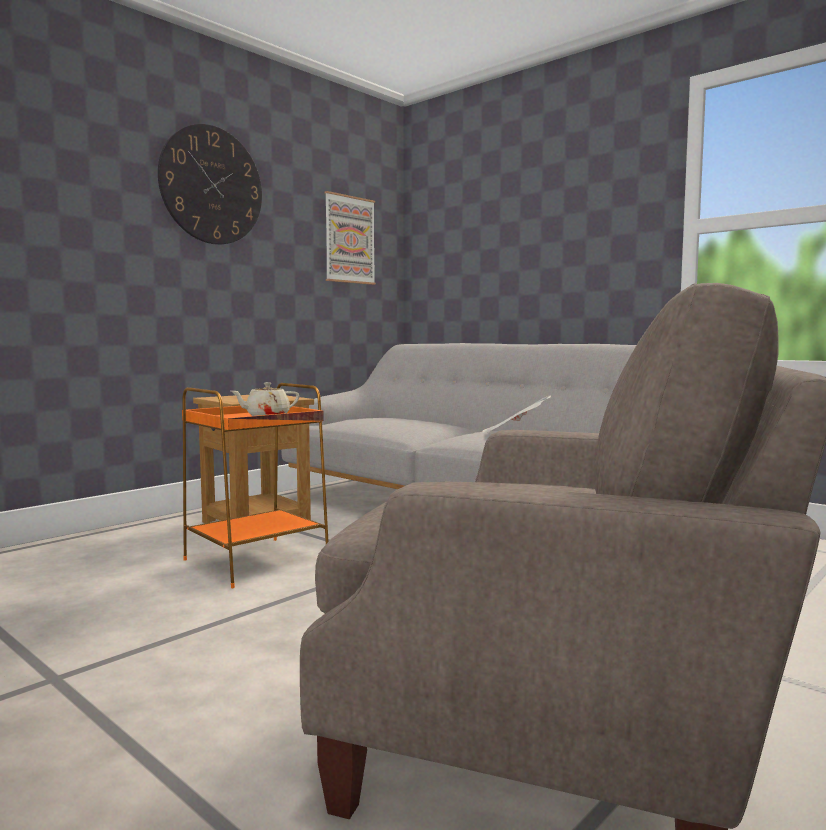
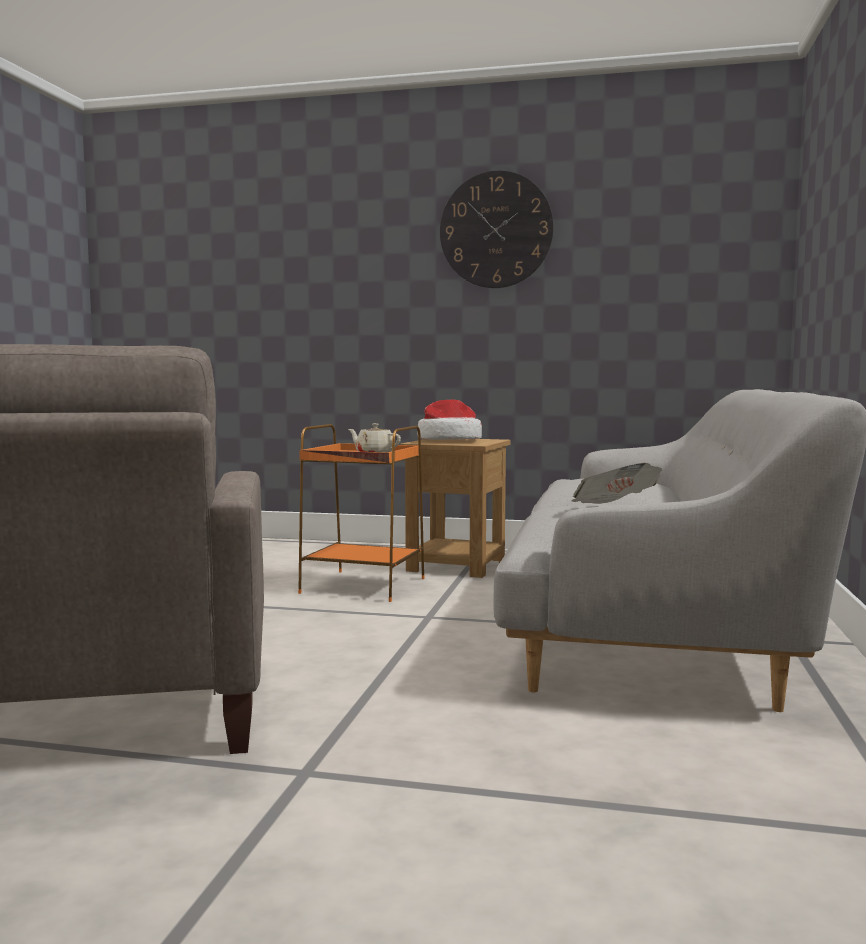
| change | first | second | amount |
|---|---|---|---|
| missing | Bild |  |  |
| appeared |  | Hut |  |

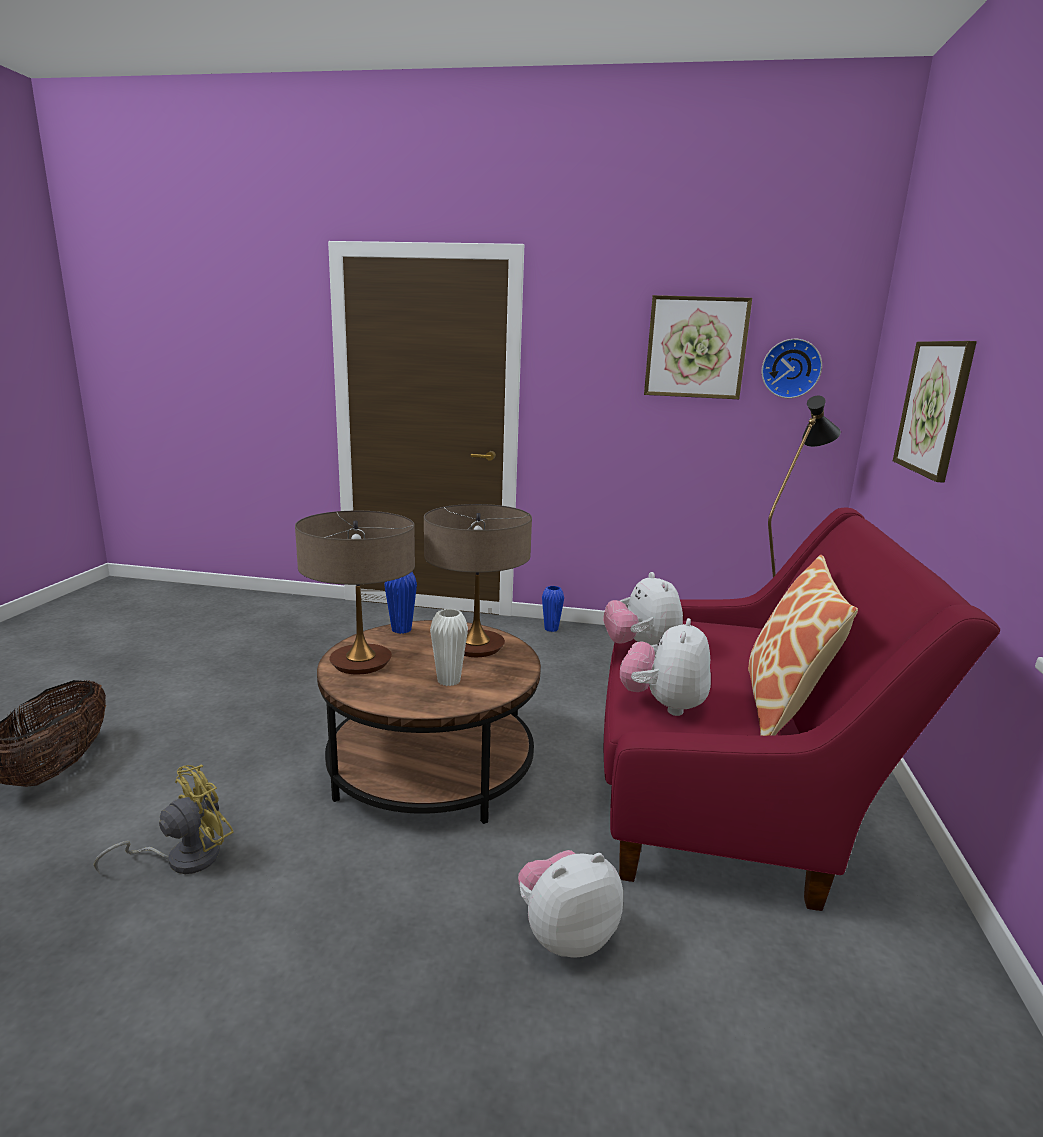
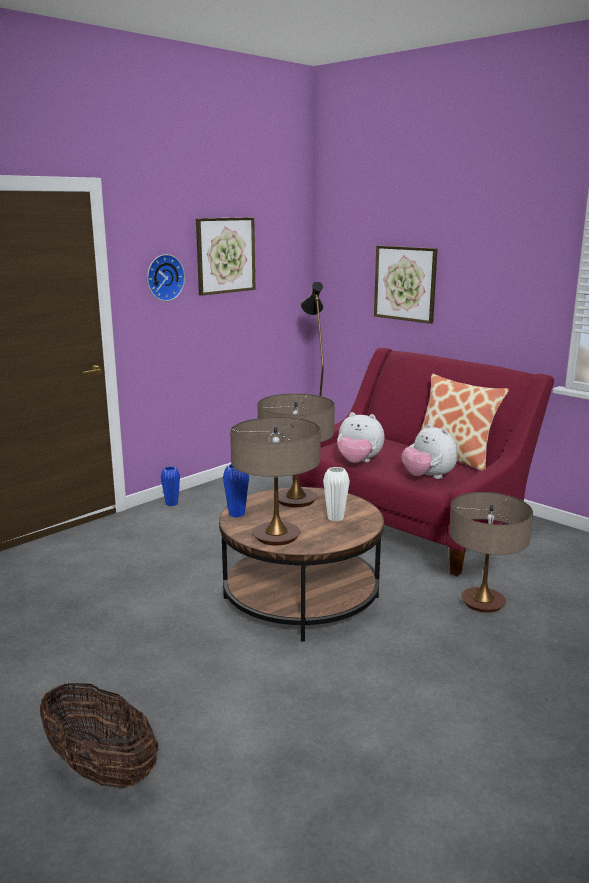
| change | first | second | amount |
|---|---|---|---|
| relocated | Wanduhr |  |  |
| missing | Ventilator [gelb] |  |  |
| exchanged | Plüschtier (no. 1 from left) | Tischlampe (no. 3 from left) |  |

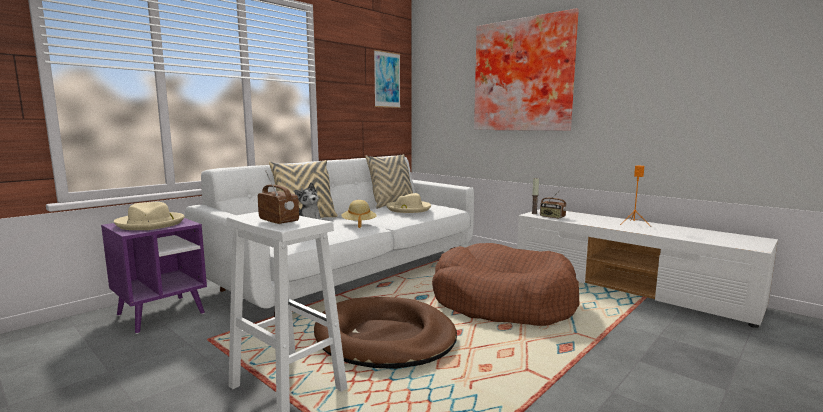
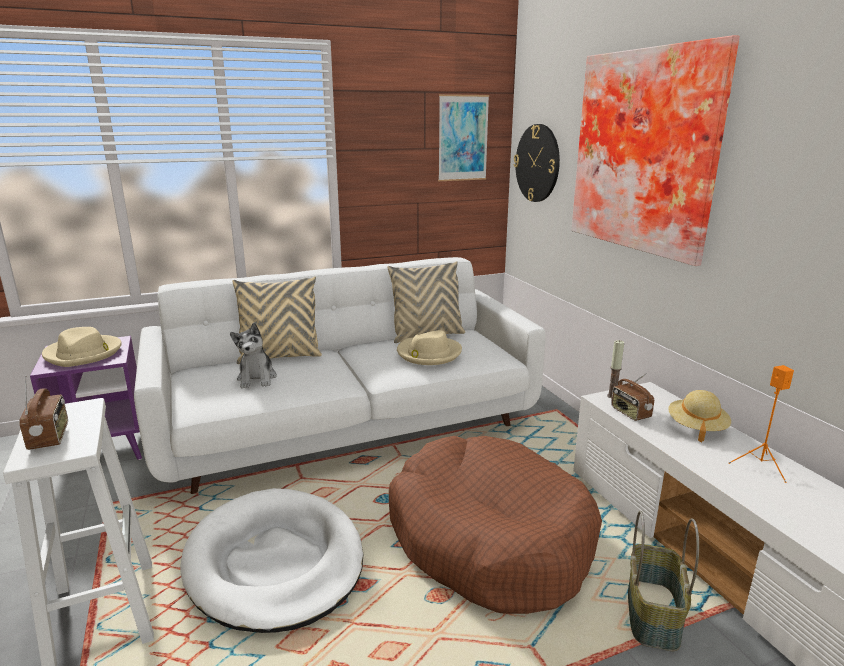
| change | first | second | amount |
|---|---|---|---|
| relocated | Hut [beige] (no. 2 from left in the first image) | Hut [beige] (no. 3 from left) |  |
| colour | Hundebett [braun] (no. 1 from left) | Hundebett [weiß] |  |
| appeared |  | Wanduhr |  |
| appeared |  | Korb |  |

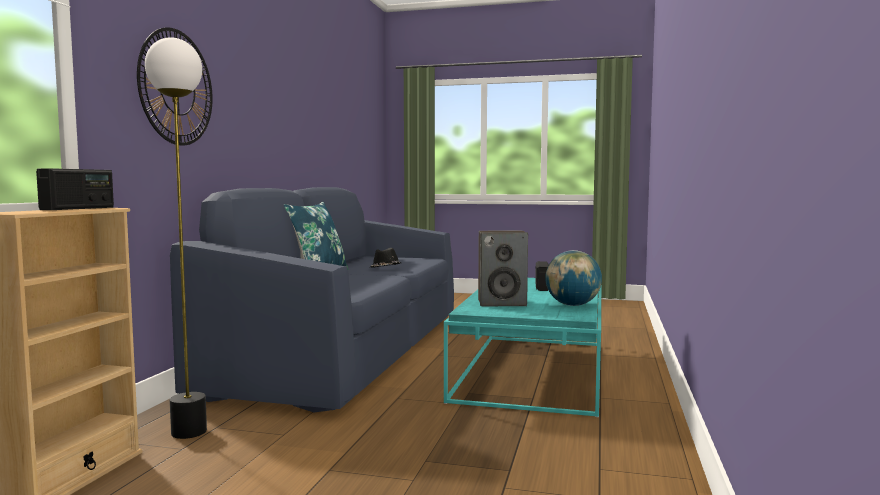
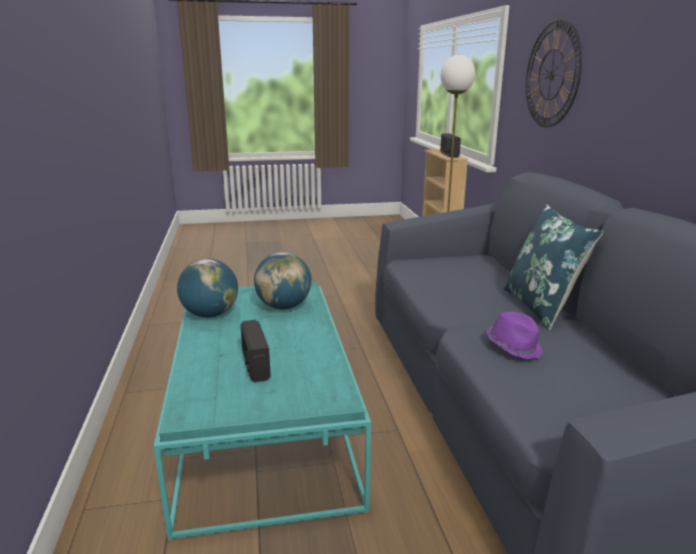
| change | first | second | amount |
|---|---|---|---|
| exchanged | Lautsprecher | Globus (no. 2 from left) |  |
| colour | Hut [schwarz] | Hut [lila] |  |

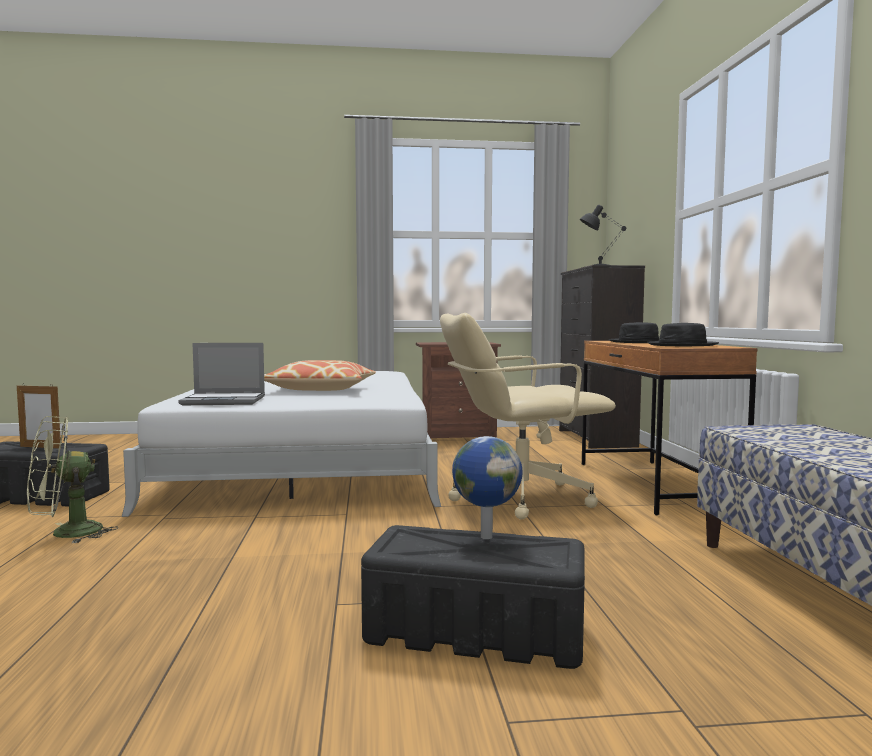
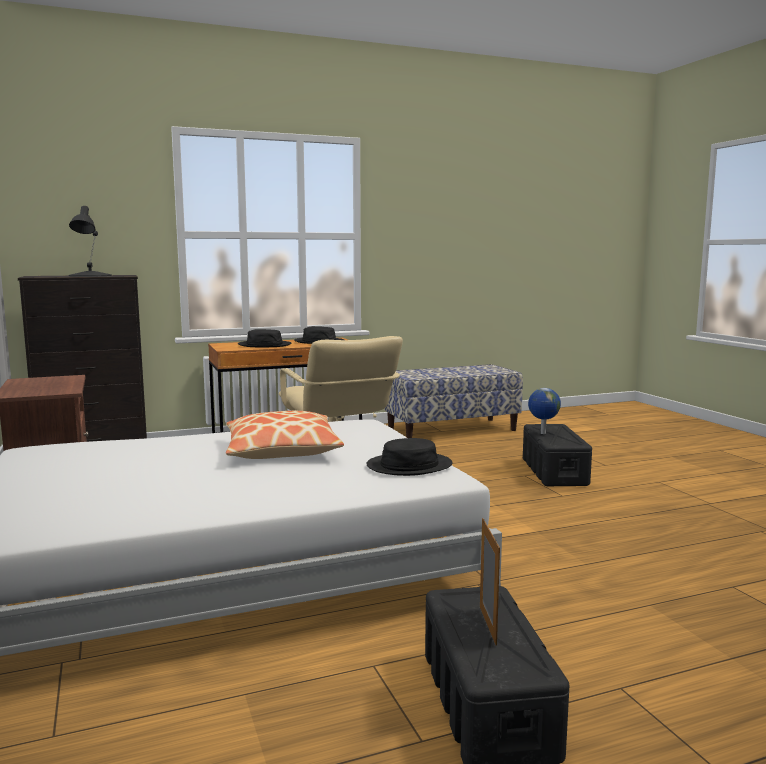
| change | first | second | amount |
|---|---|---|---|
| exchanged | Laptop | Hut [schwarz] (no. 3 from left) |  |
| missing | Ventilator [grün] |  |  |

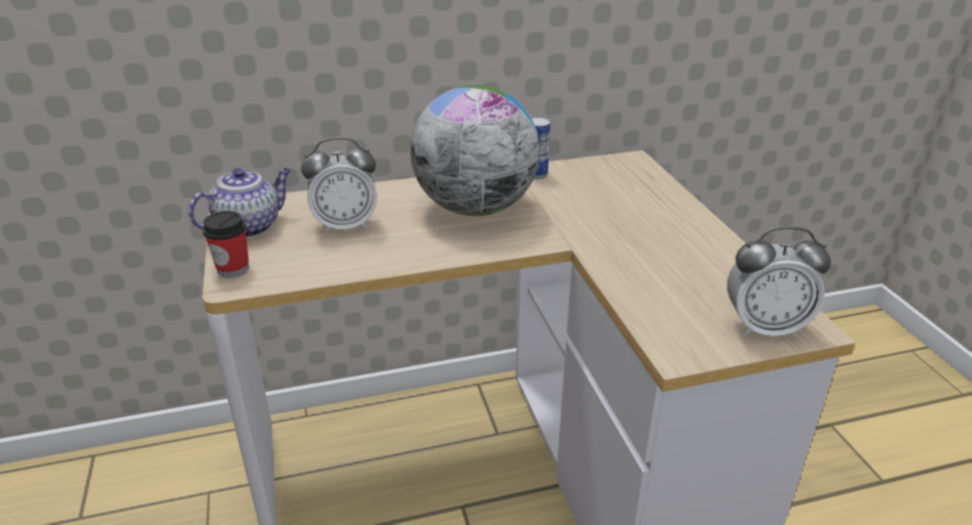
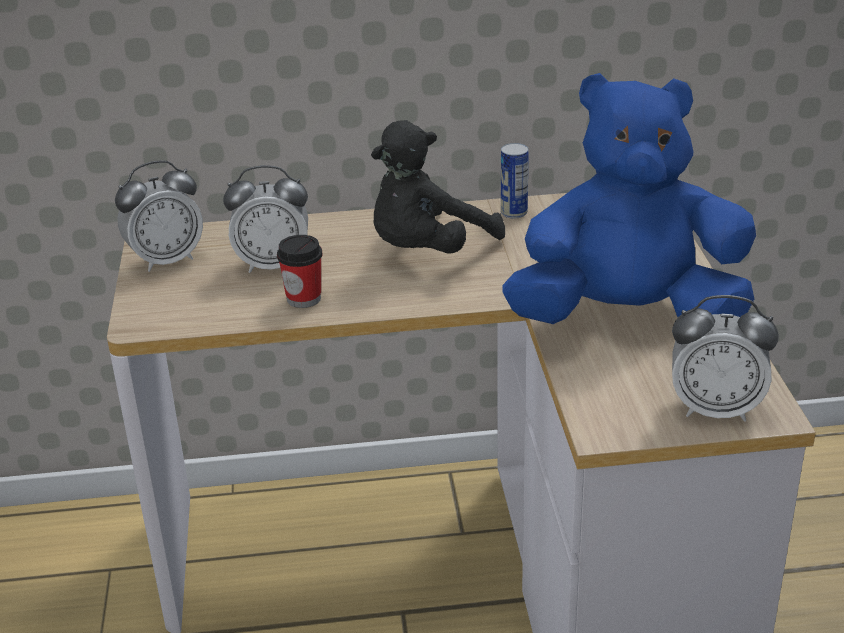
| change | first | second | amount |
|---|---|---|---|
| exchanged | Globus | Plüschtier [schwarz] |  |
| exchanged | Teekanne | Wecker (no. 1 from left) |  |
| relocated | Tasse |  |  |
| appeared |  | Plüschtier [blau] |  |

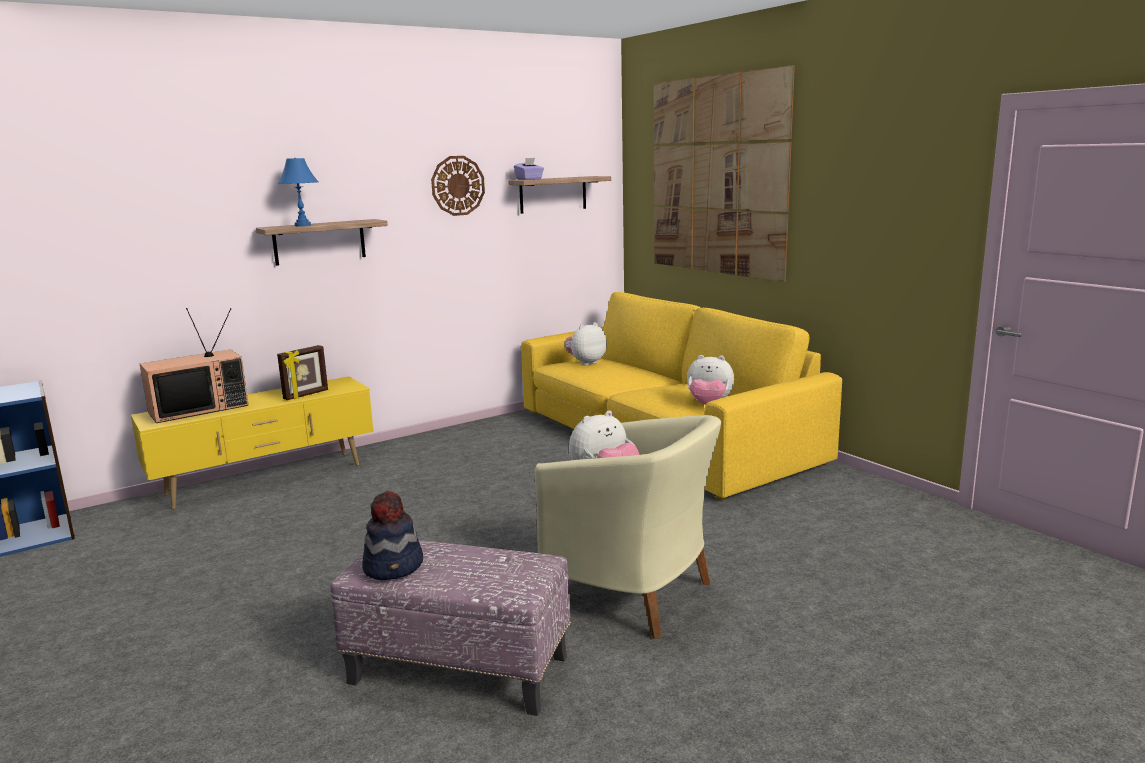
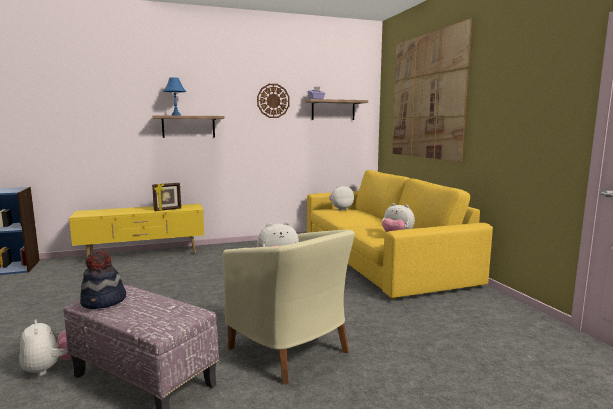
| change | first | second | amount |
|---|---|---|---|
| missing | Fernseher |  |  |
| appeared |  | Plüschtier (no. 1 from left) |  |

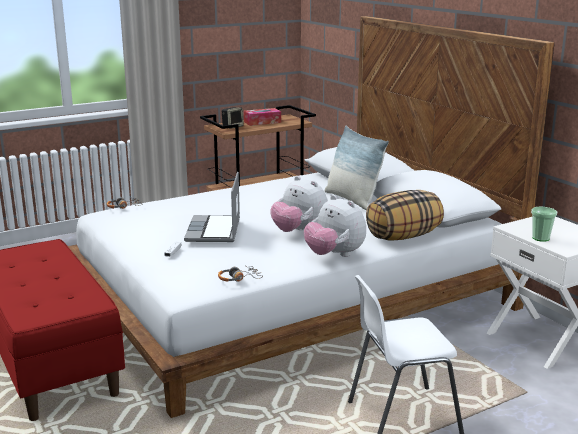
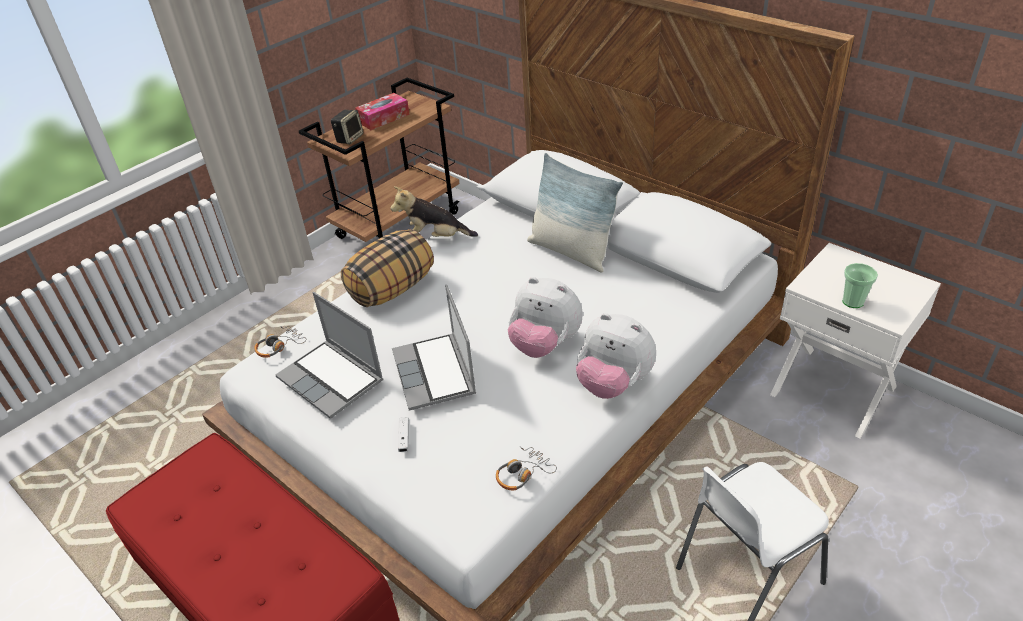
| change | first | second | amount |
|---|---|---|---|
| relocated | Kissen (no. 2 from left in the first image) | Kissen (no. 1 from left) |  |
| appeared |  | Plüschtier (no. 1 from left) |  |
| appeared |  | Laptop (no. 1 from left) |  |

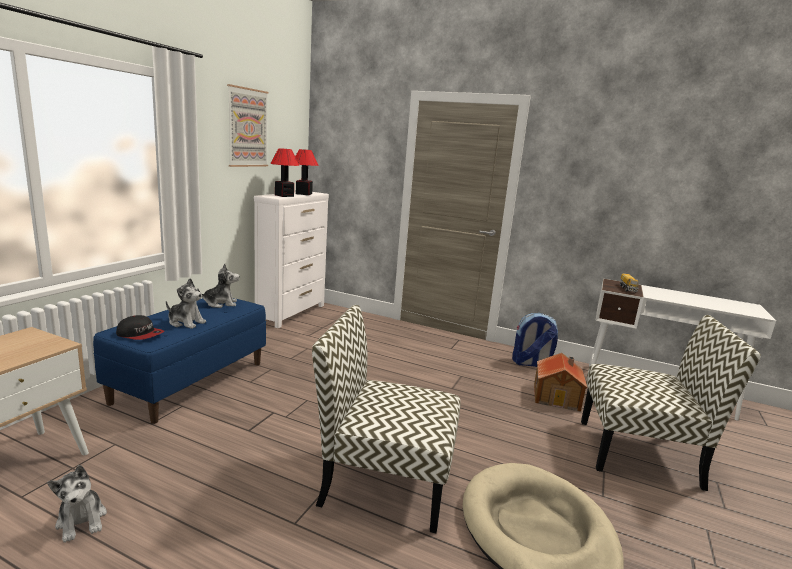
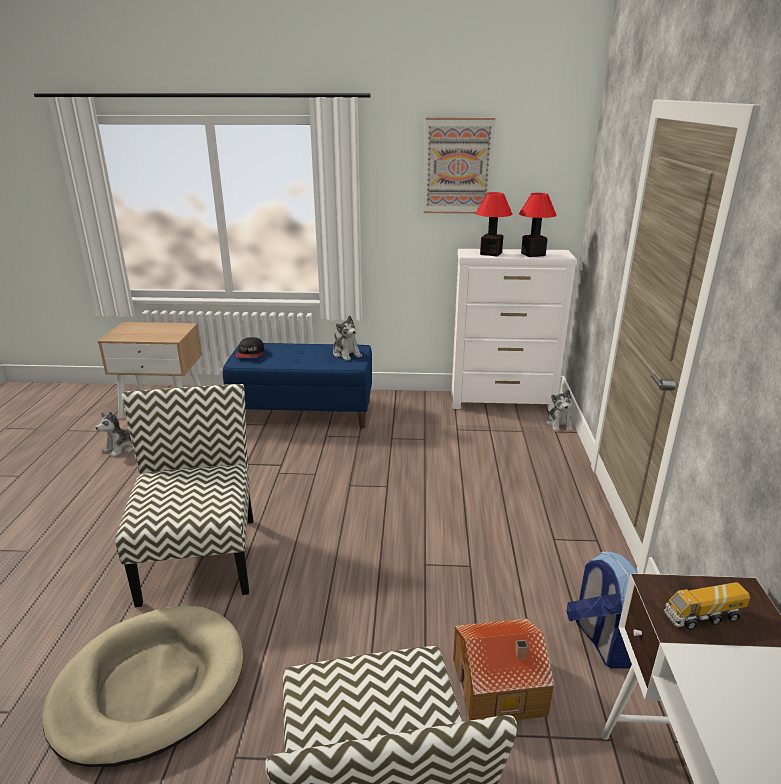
| change | first | second | amount |
|---|---|---|---|
| relocated | Plüschtier (no. 2 from left in the first image) | Plüschtier (no. 3 from left) |  |

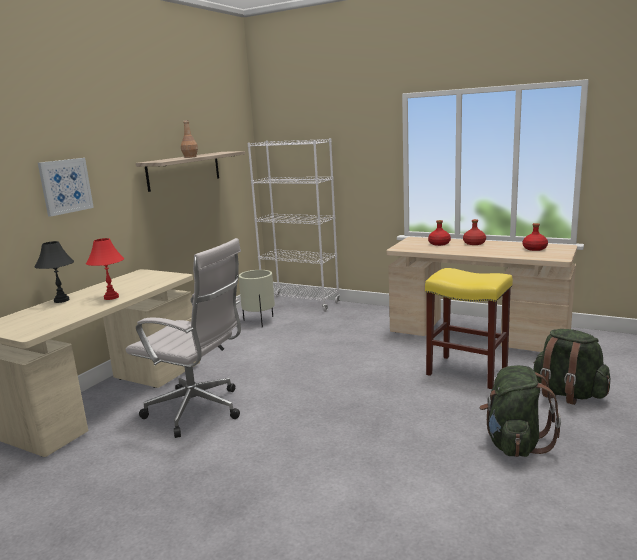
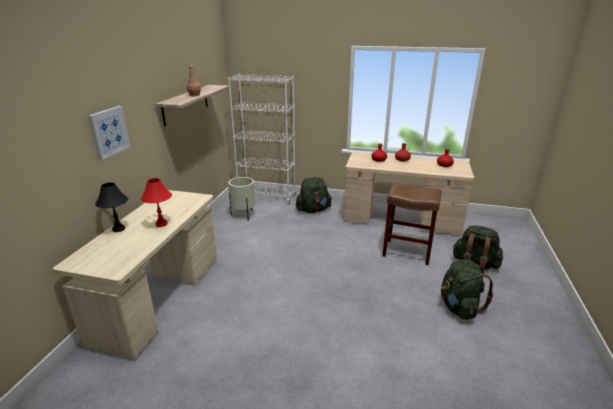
| change | first | second | amount |
|---|---|---|---|
| missing | Bürostuhl [weiß] |  |  |
| colour | Hocker [gelb] | Hocker [braun] |  |
| appeared |  | Rucksack [grün] (no. 1 from left) |  |

